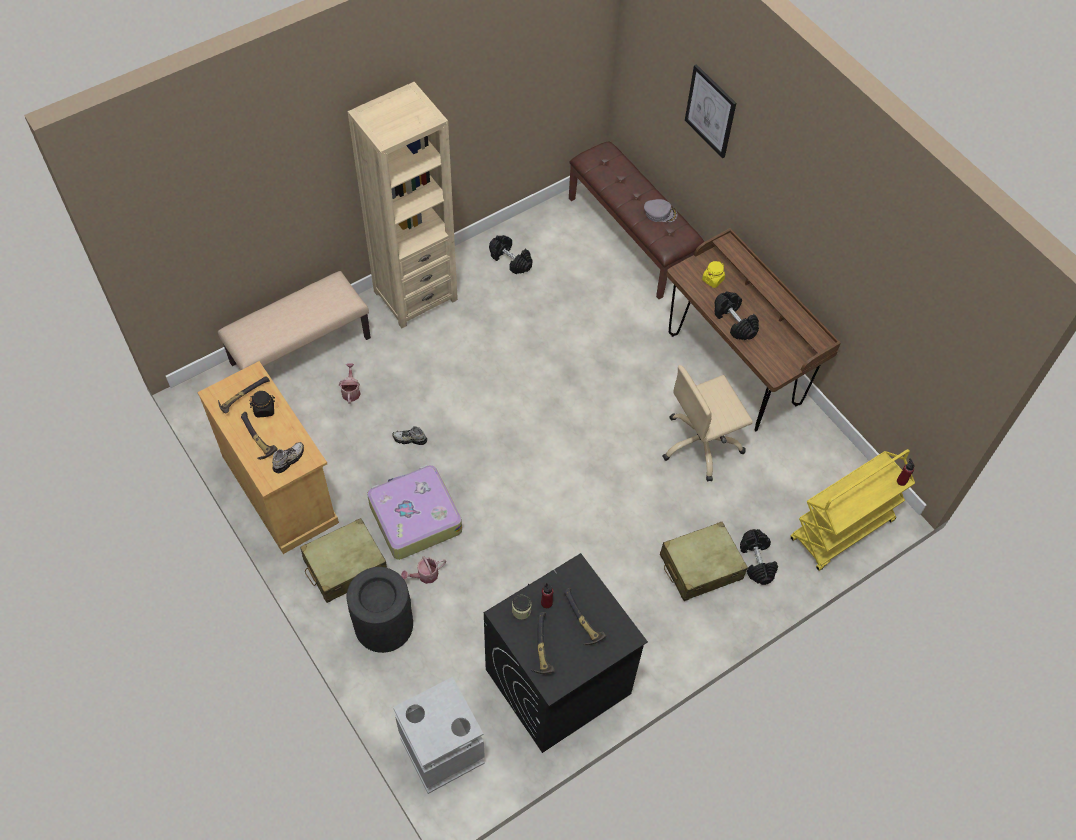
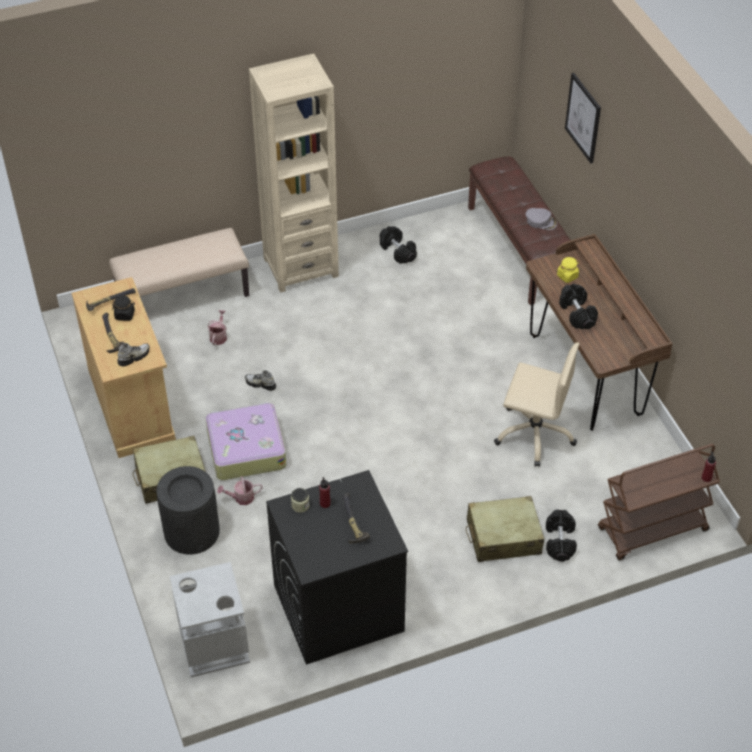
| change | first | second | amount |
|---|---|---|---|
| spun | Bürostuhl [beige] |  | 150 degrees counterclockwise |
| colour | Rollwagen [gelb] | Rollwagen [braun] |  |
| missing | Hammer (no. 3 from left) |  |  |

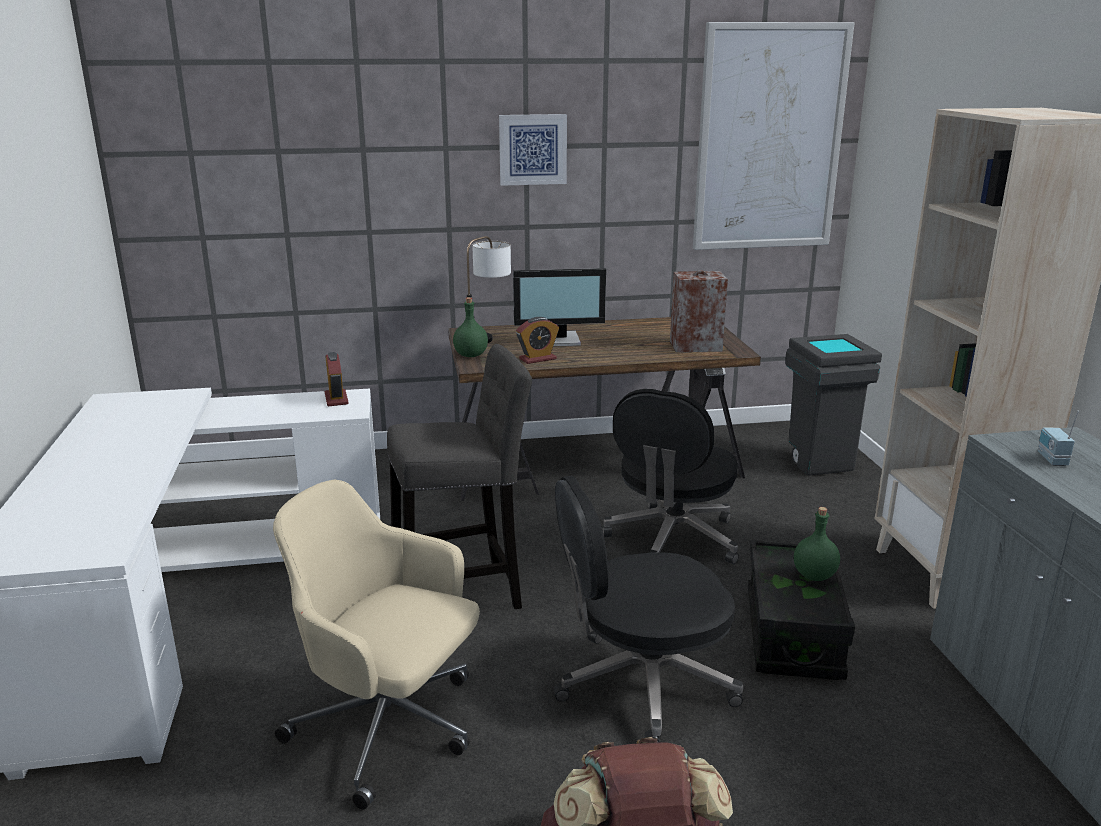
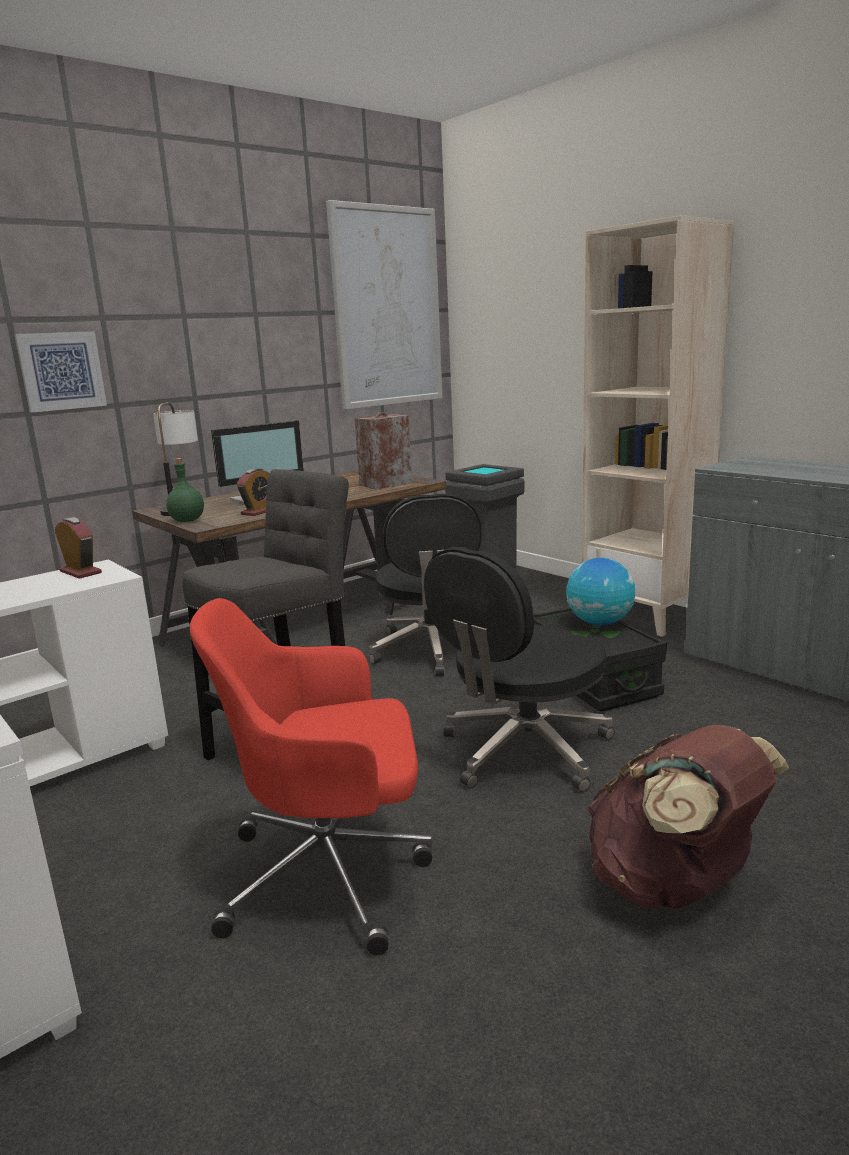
| change | first | second | amount |
|---|---|---|---|
| relocated | Bild (no. 1 from left) |  |  |
| missing | Radio |  |  |
| colour | Bürostuhl [beige] | Bürostuhl [rot] |  |
| exchanged | Flasche [grün] (no. 2 from left) | Globus |  |

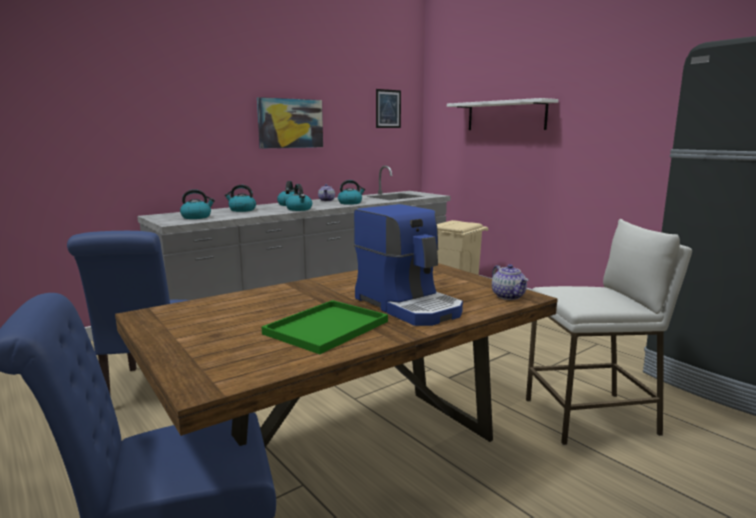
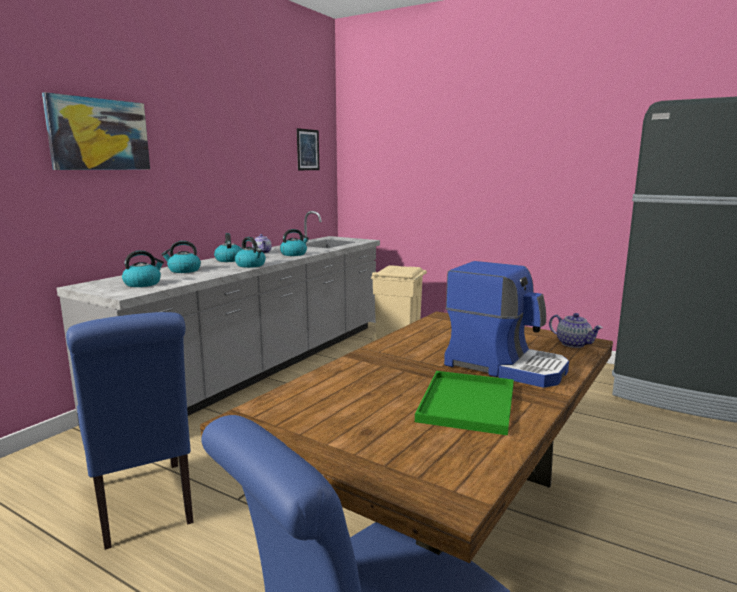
| change | first | second | amount |
|---|---|---|---|
| relocated | Bild (no. 1 from left) |  |  |
| missing | Wandregal [weiß] |  |  |
| missing | Hocker [weiß] |  |  |

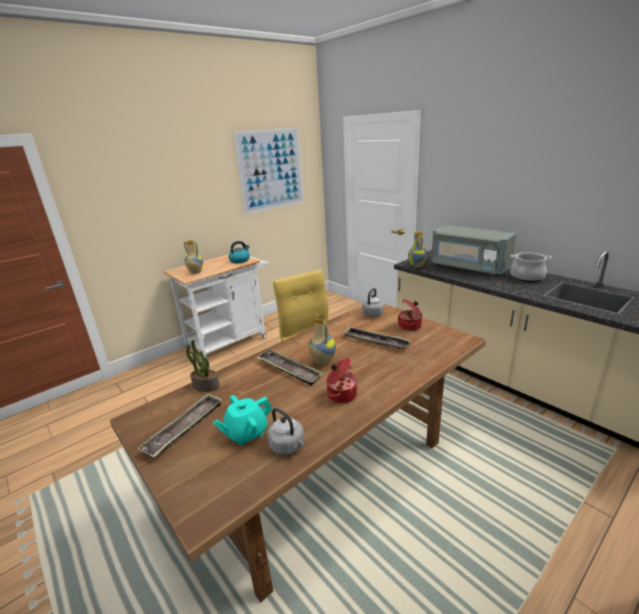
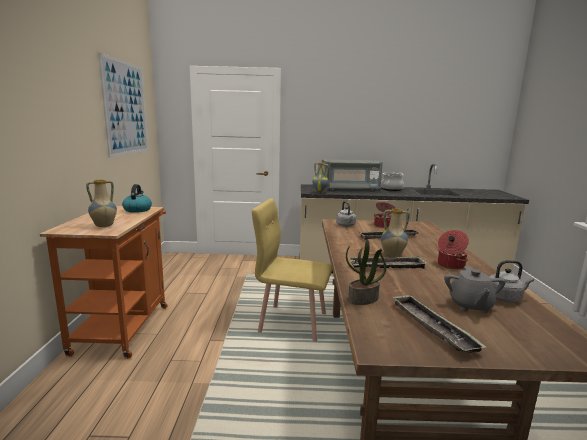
| change | first | second | amount |
|---|---|---|---|
| colour | Rollwagen [weiß] | Rollwagen [orange] |  |
| colour | Teekanne [türkis] | Teekanne [grau] |  |

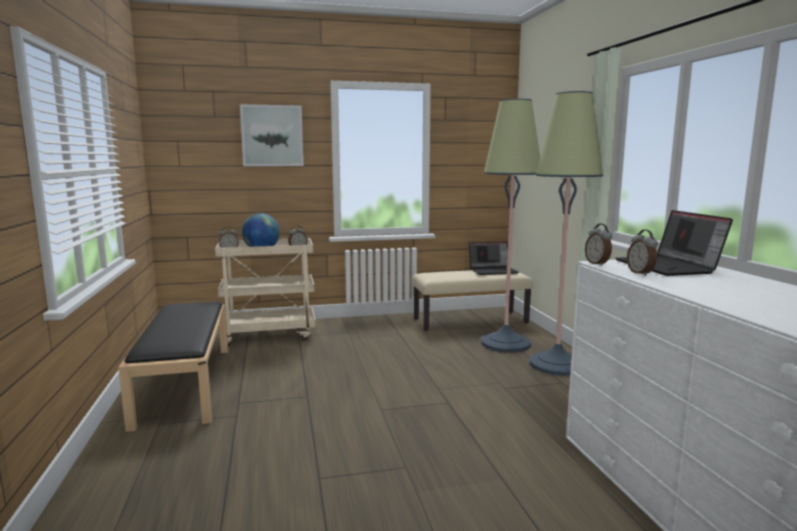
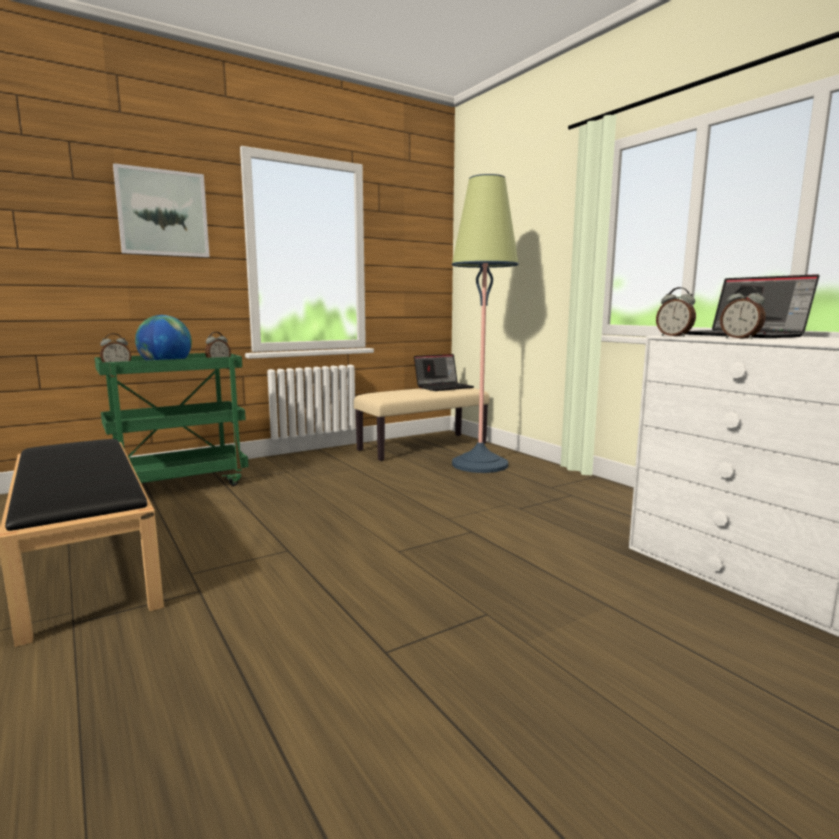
| change | first | second | amount |
|---|---|---|---|
| missing | Stehlampe (no. 2 from left) |  |  |
| colour | Rollwagen [beige] | Rollwagen [grün] |  |

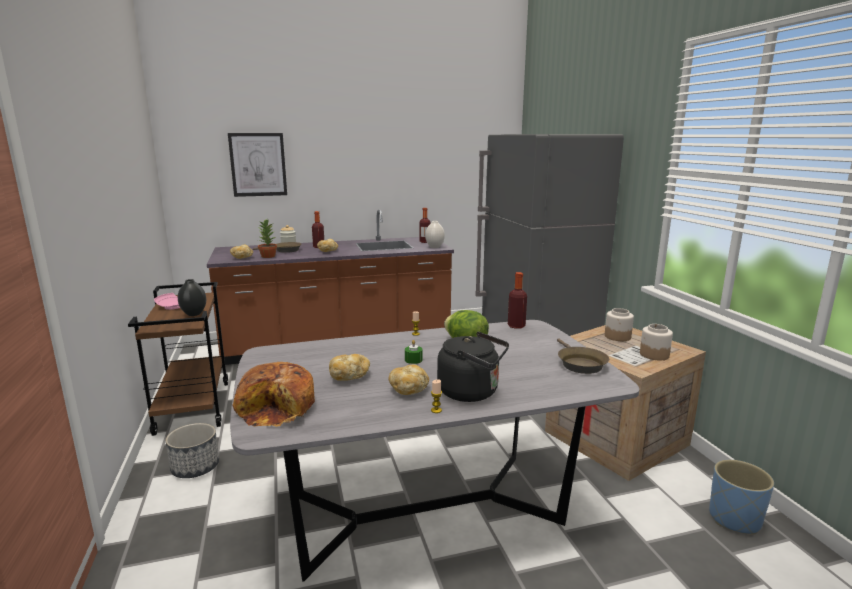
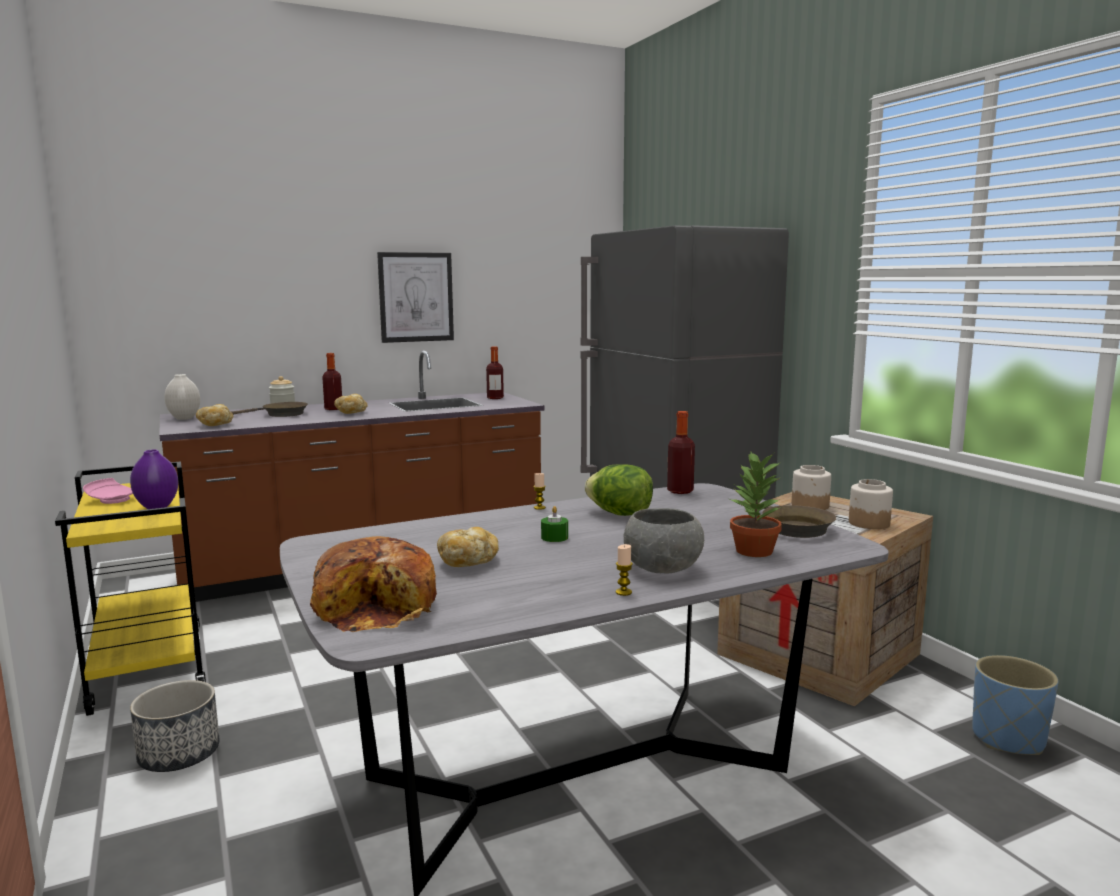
| change | first | second | amount |
|---|---|---|---|
| relocated | Bild |  |  |
| relocated | Topfpflanze |  |  |
| relocated | Vase [weiß] |  |  |
| colour | Vase [schwarz] | Vase [lila] |  |
| colour | Rollwagen [braun] | Rollwagen [gelb] |  |
| exchanged | Wasserkessel [schwarz] | Schüssel [grau] |  |
| missing | Brot (no. 5 from left) |  |  |

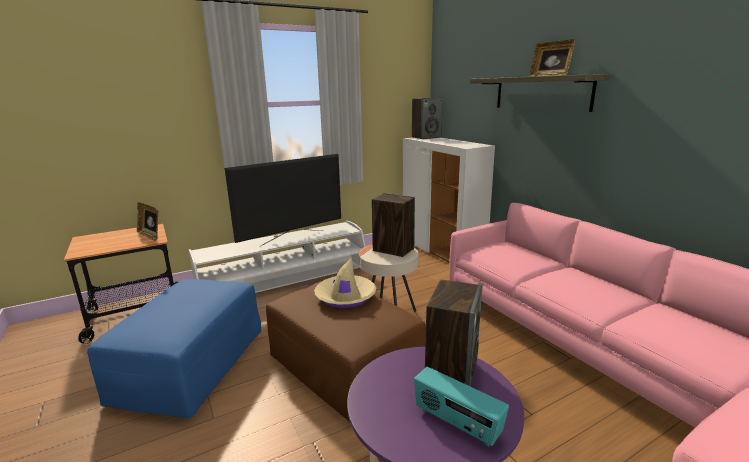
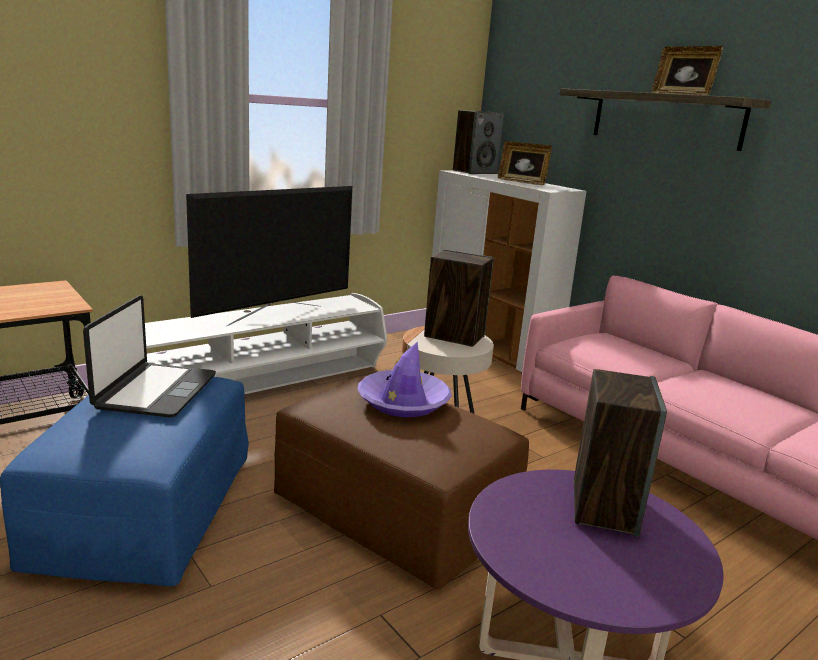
| change | first | second | amount |
|---|---|---|---|
| relocated | Bilderrahmen (no. 1 from left) |  |  |
| colour | Hut [beige] | Hut [lila] |  |
| missing | Radio |  |  |
| appeared |  | Laptop |  |

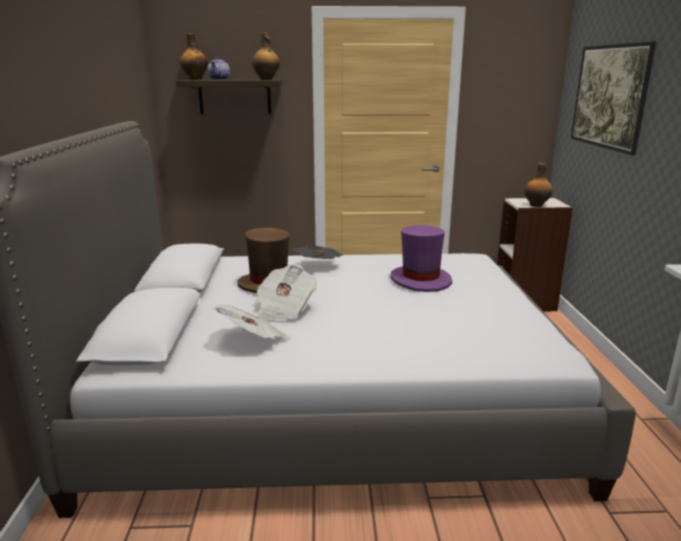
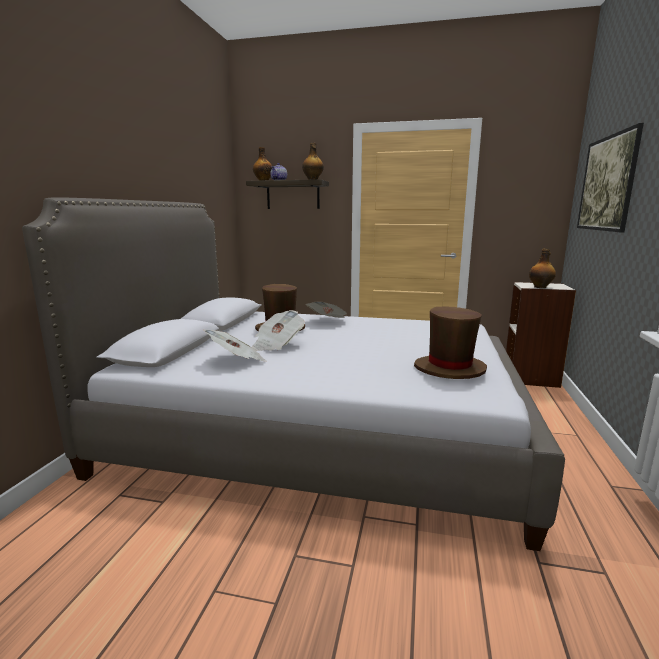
| change | first | second | amount |
|---|---|---|---|
| missing | Hut [lila] |  |  |
| appeared |  | Hut [braun] (no. 2 from left) |  |

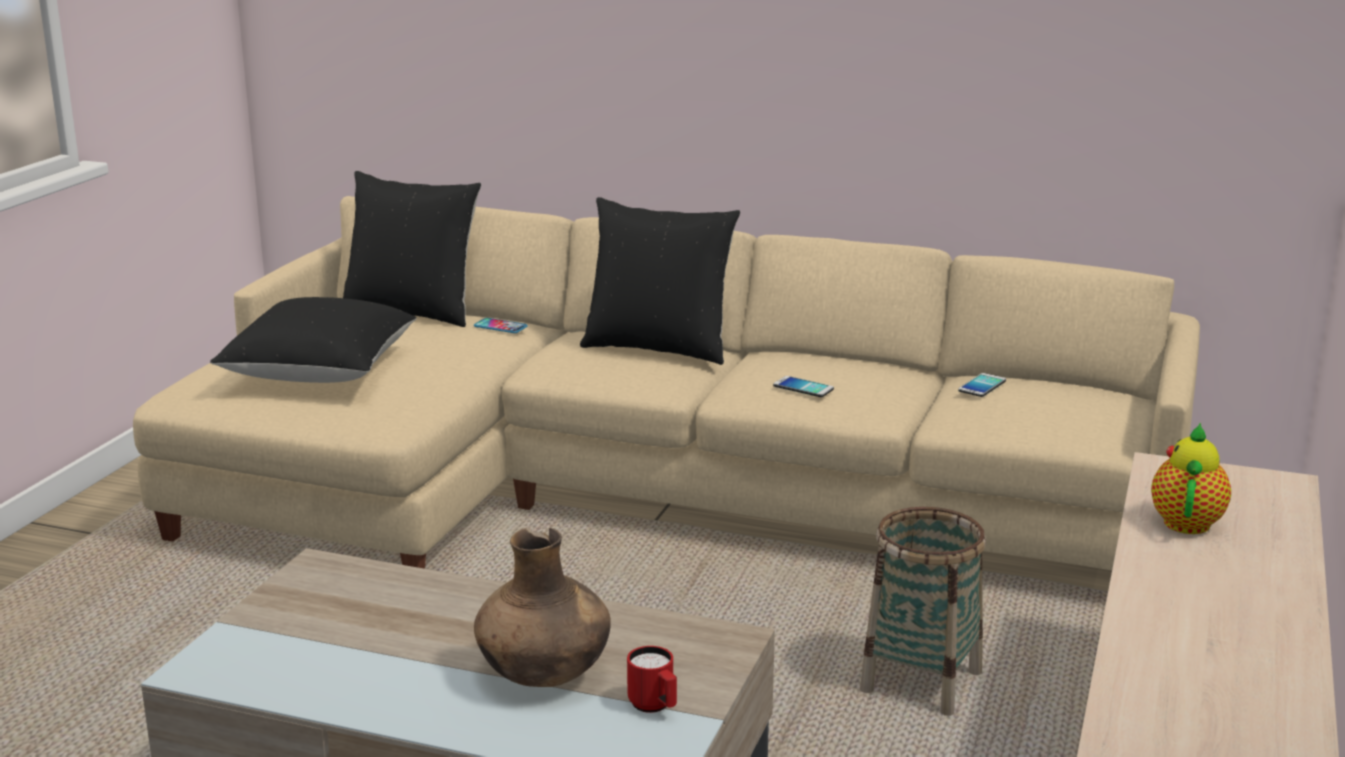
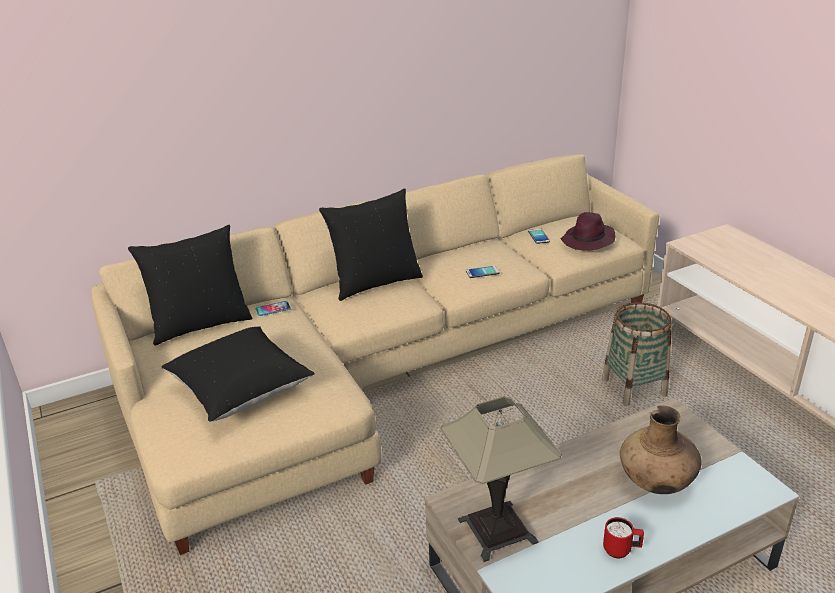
| change | first | second | amount |
|---|---|---|---|
| missing | Teekanne |  |  |
| relocated | Henkelbecher [rot] |  |  |
| appeared |  | Hut [lila] |  |
| appeared |  | Tischlampe |  |

